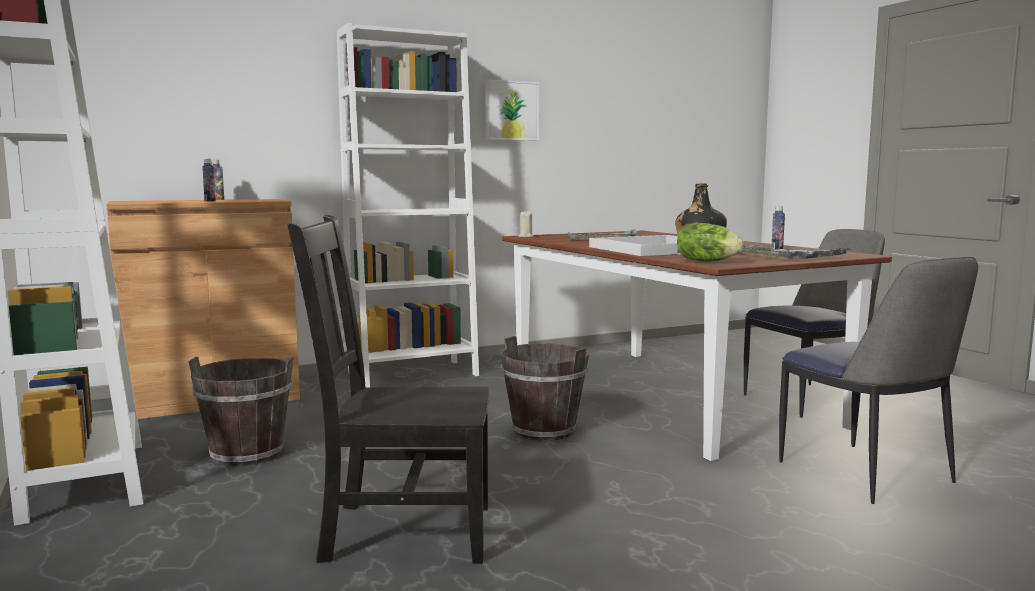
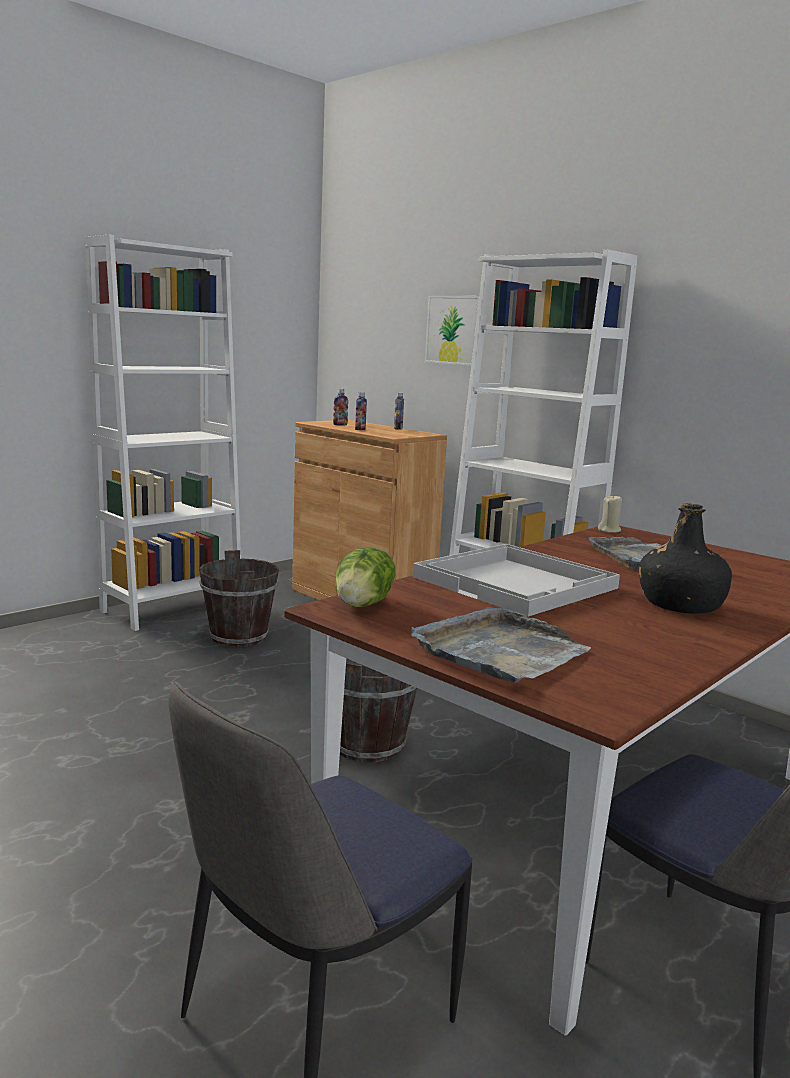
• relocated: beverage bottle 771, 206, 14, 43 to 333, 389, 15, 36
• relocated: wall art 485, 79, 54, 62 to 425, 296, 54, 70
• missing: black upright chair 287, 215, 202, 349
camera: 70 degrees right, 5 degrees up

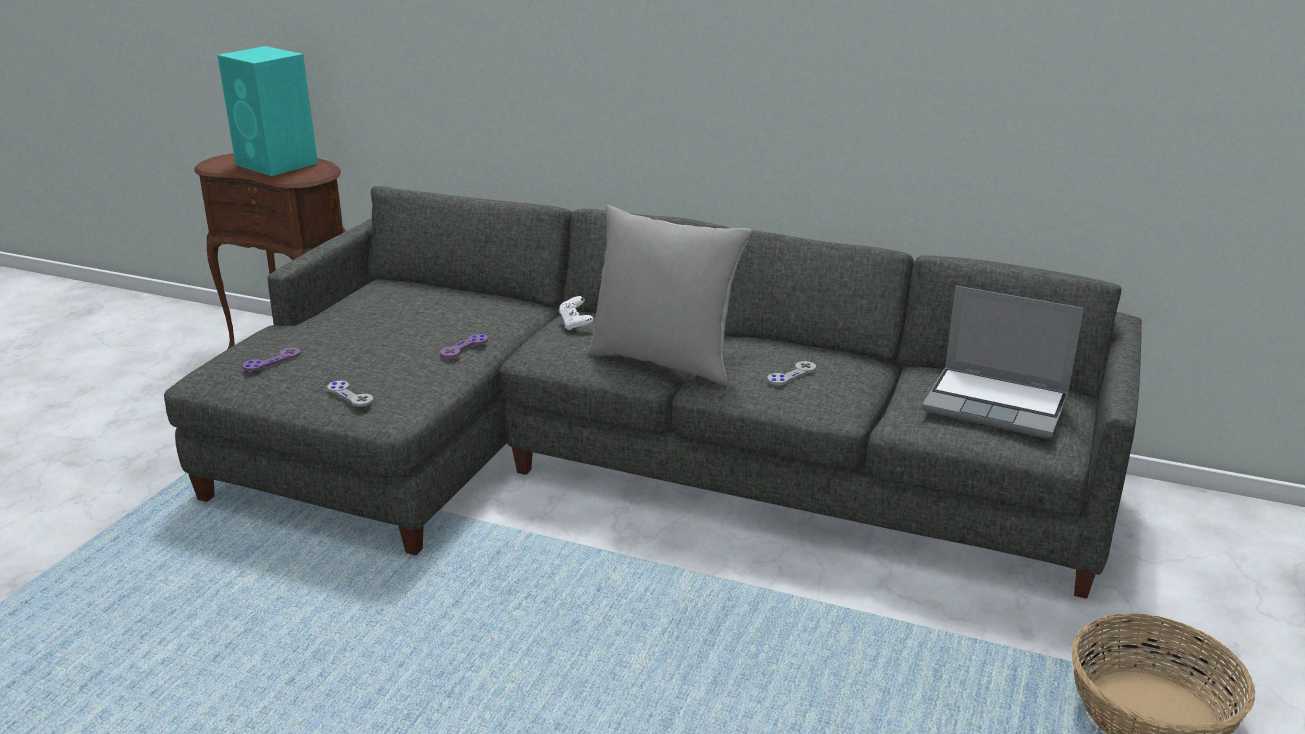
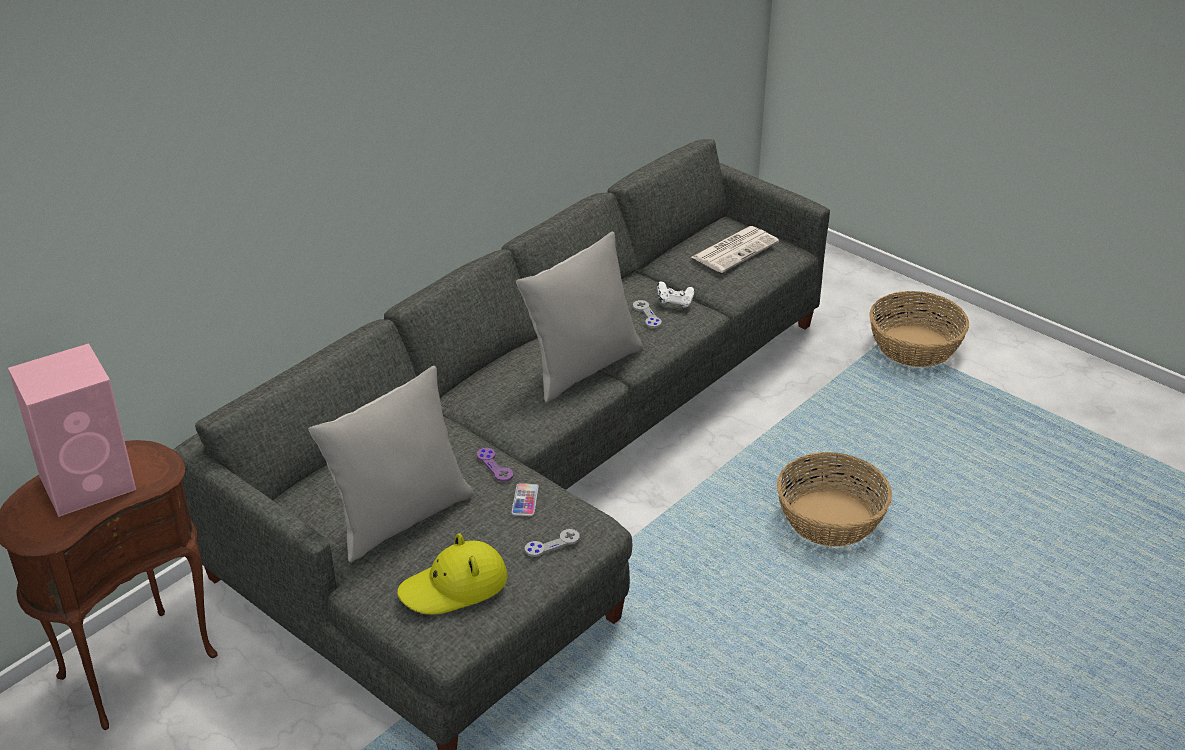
• colour: turquoise speaker 217, 46, 101, 130 to pinkish speaker 8, 343, 128, 174
• appeared: grey throw pillow 308, 366, 166, 196
• exchanged: purple joypad 243, 347, 58, 24 to yellow-coloured clothing hat 397, 533, 111, 82
• appeared: phone 511, 483, 28, 33
• relocated: whitish joypad 559, 296, 34, 34 to 657, 281, 37, 27
• exchanged: portable computer 922, 286, 162, 152 to newspaper 692, 226, 87, 47
• appeared: storage basket 777, 452, 115, 95
camera: 70 degrees left, 10 degrees up

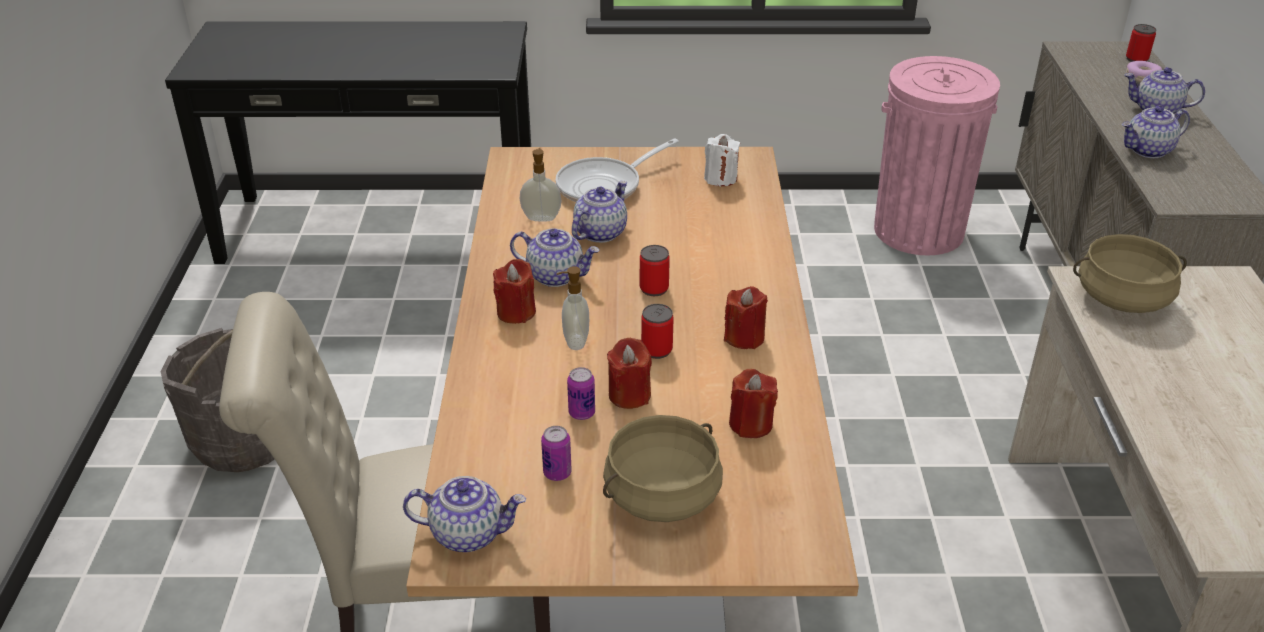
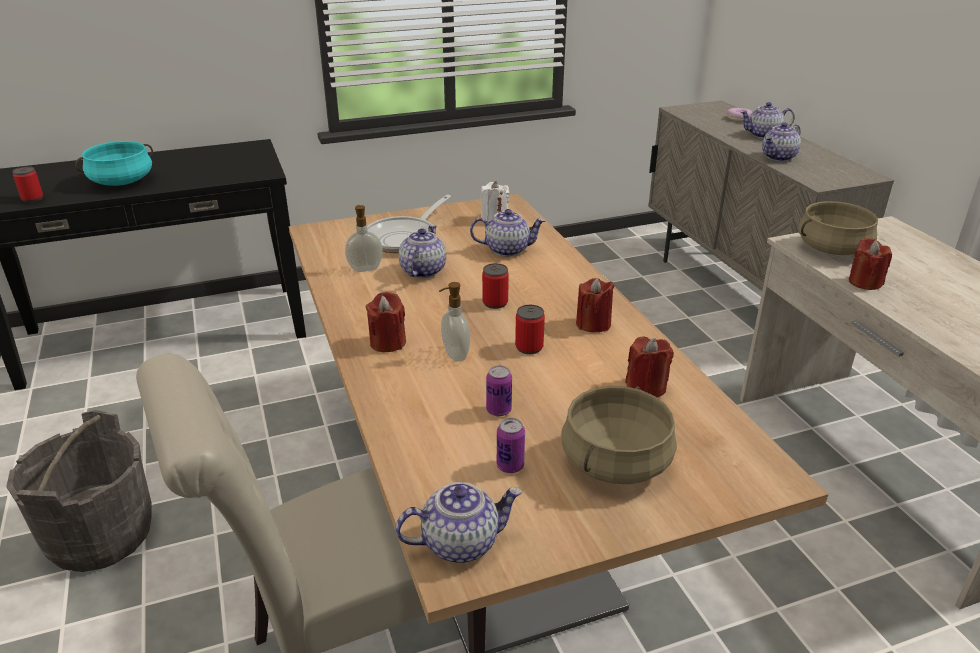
• relocated: metal can 1126, 24, 30, 38 to 12, 166, 31, 37
• appeared: turquoise cooking pot 75, 141, 78, 45
• relocated: tea pot 510, 228, 90, 59 to 470, 209, 76, 48
• relocated: red candle 607, 338, 45, 71 to 849, 238, 43, 52
• missing: pinkish trash can 874, 56, 126, 199
camera: 20 degrees left, 5 degrees down

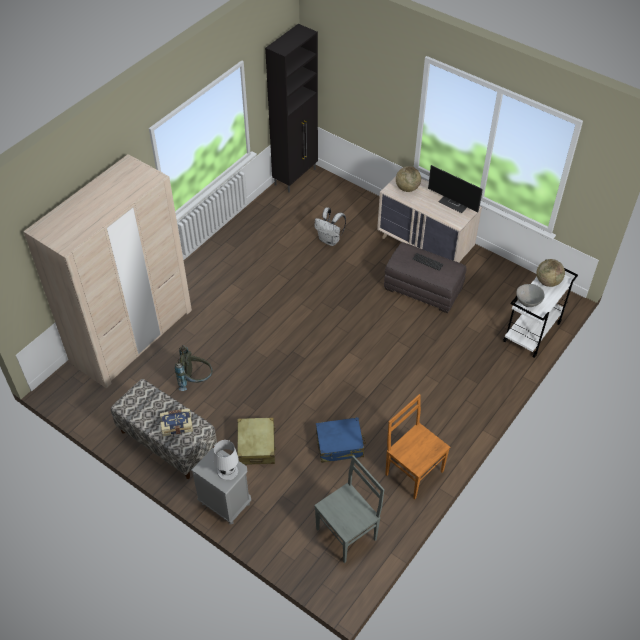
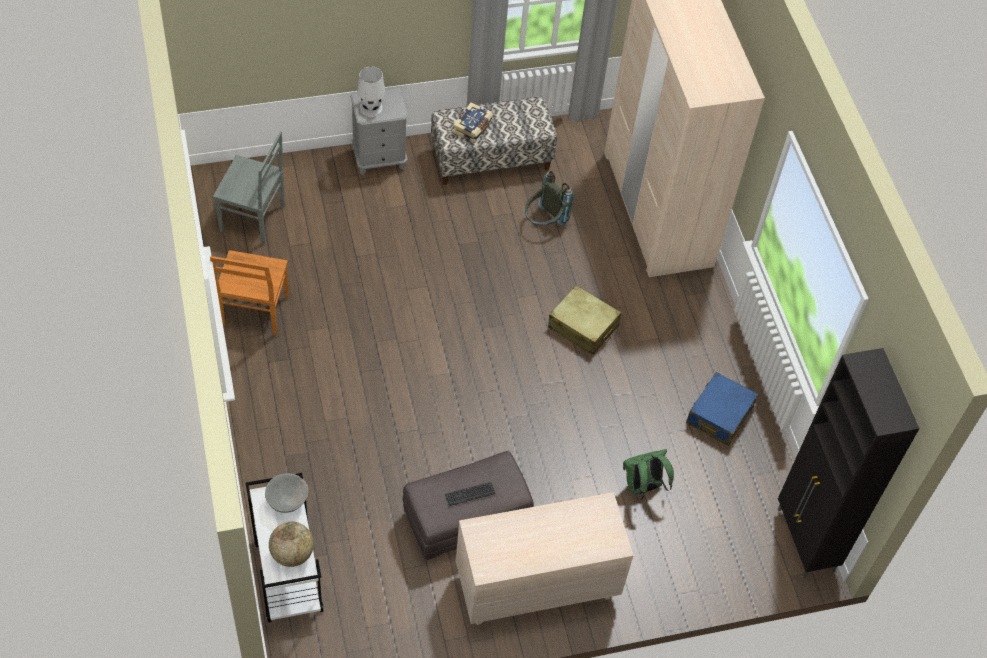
• spun: brown-coloured upright chair 385, 394, 65, 105 = 210, 250, 79, 86 105 degrees clockwise
• spun: grey upright chair 314, 455, 70, 108 = 213, 131, 72, 114 75 degrees counterclockwise
• relocated: beige piece of luggage 237, 417, 39, 48 to 548, 285, 73, 70
• colour: whitish rucksack 314, 207, 32, 39 to green rucksack 623, 449, 51, 51
• relocated: blue piece of luggage 316, 417, 50, 46 to 686, 372, 72, 74
• missing: globe 396, 166, 25, 26
• missing: computer screen 428, 165, 55, 48
camera: 125 degrees right, 5 degrees up

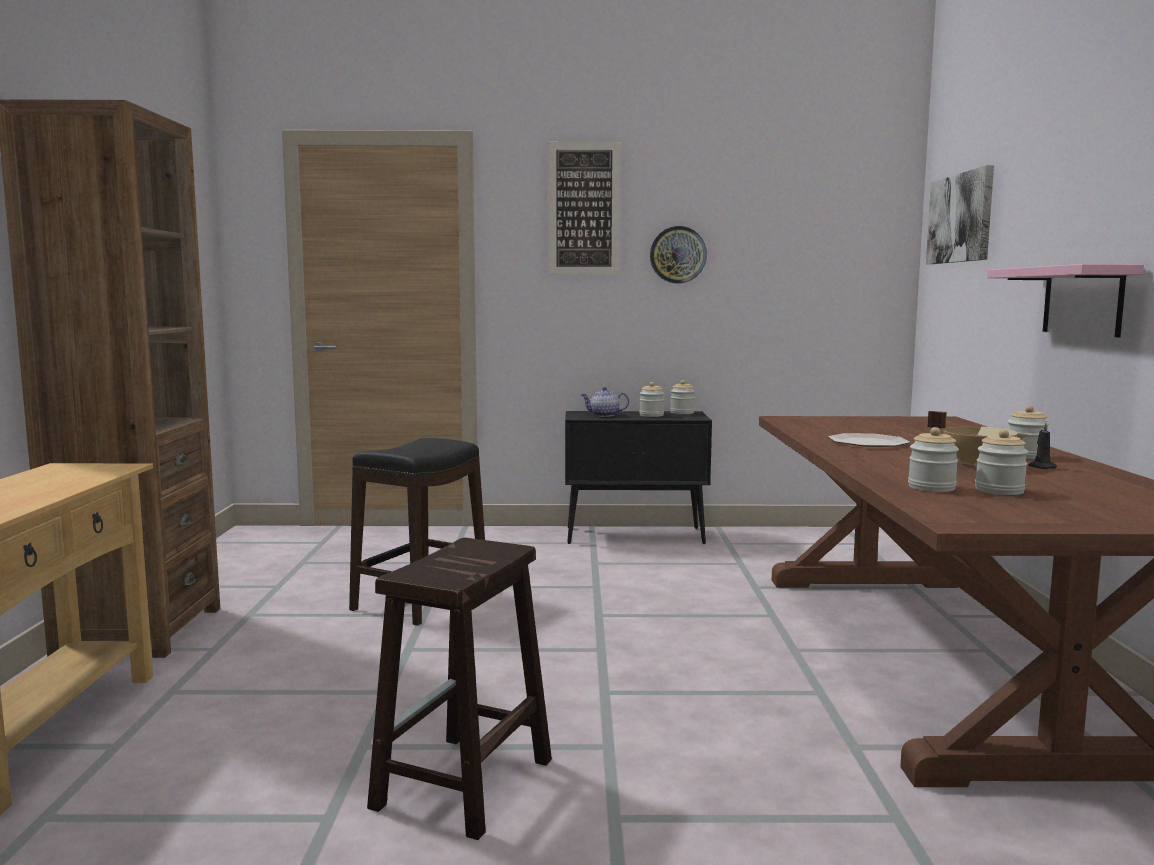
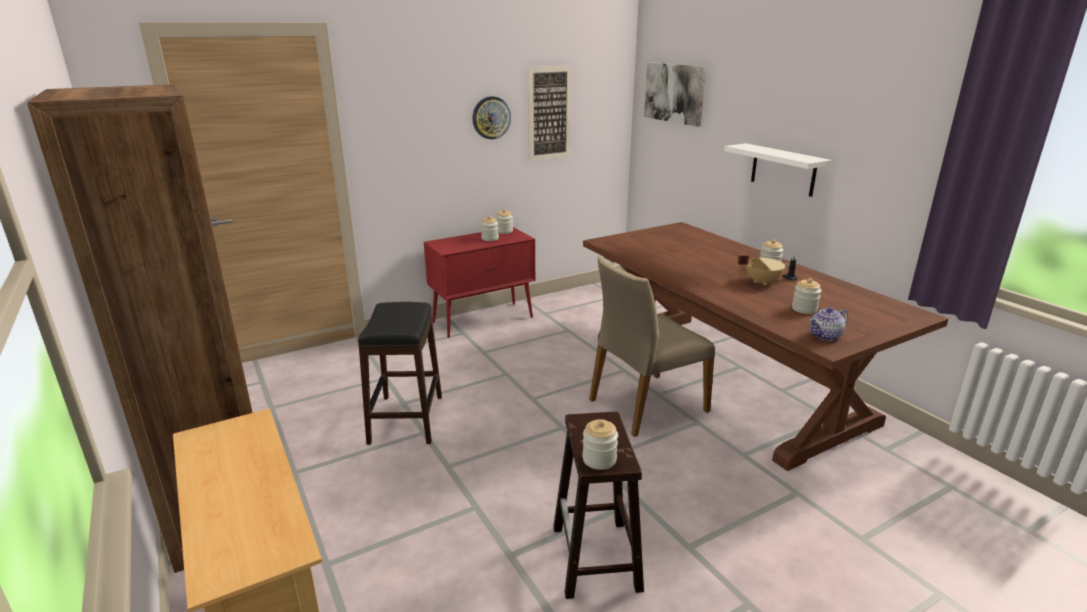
• colour: black cabinet 565, 411, 147, 133 to red cabinet 424, 227, 111, 111
• relocated: wall art 548, 142, 73, 133 to 527, 66, 45, 95
• relocated: preserve jar 908, 427, 51, 65 to 582, 419, 36, 51
• appeared: beige upright chair 589, 256, 126, 181
• colour: pinkish bracket shelf 987, 264, 157, 73 to whitish bracket shelf 724, 143, 108, 54
• relocated: tea pot 581, 387, 48, 30 to 809, 307, 39, 34
• missing: flat dish 828, 433, 82, 14
camera: 30 degrees left, 15 degrees up

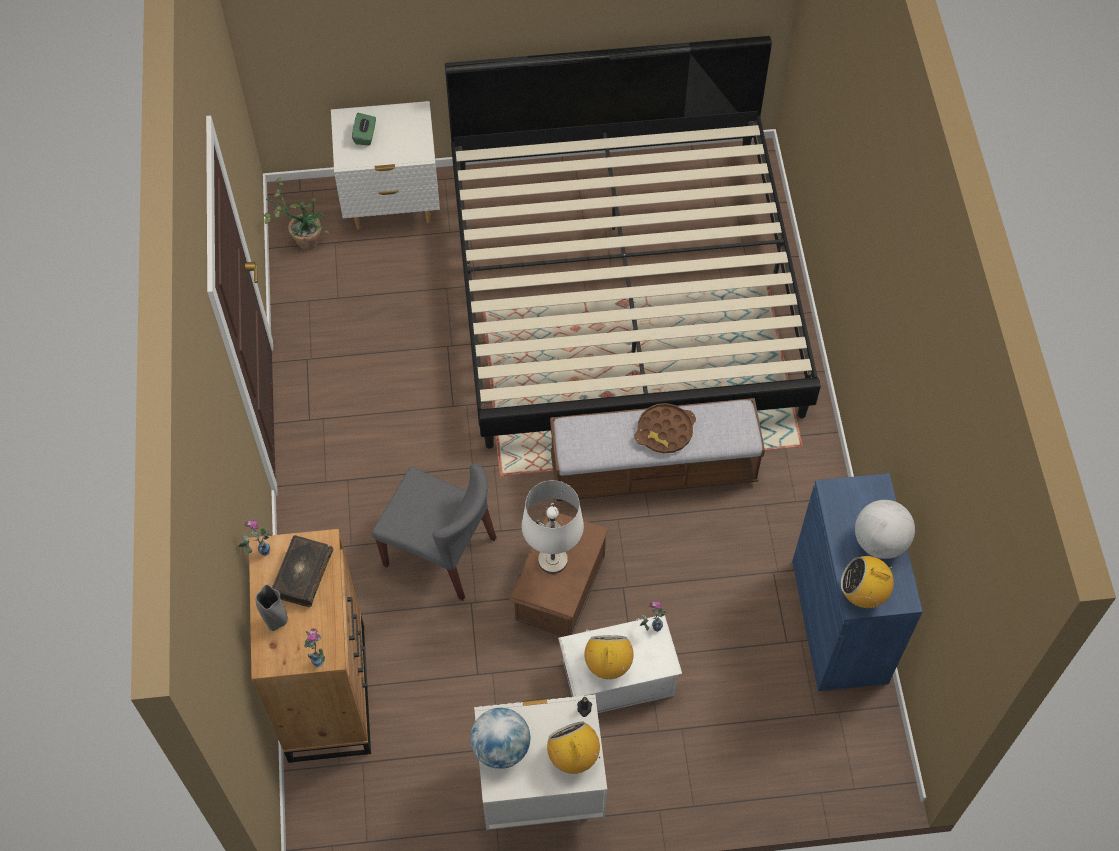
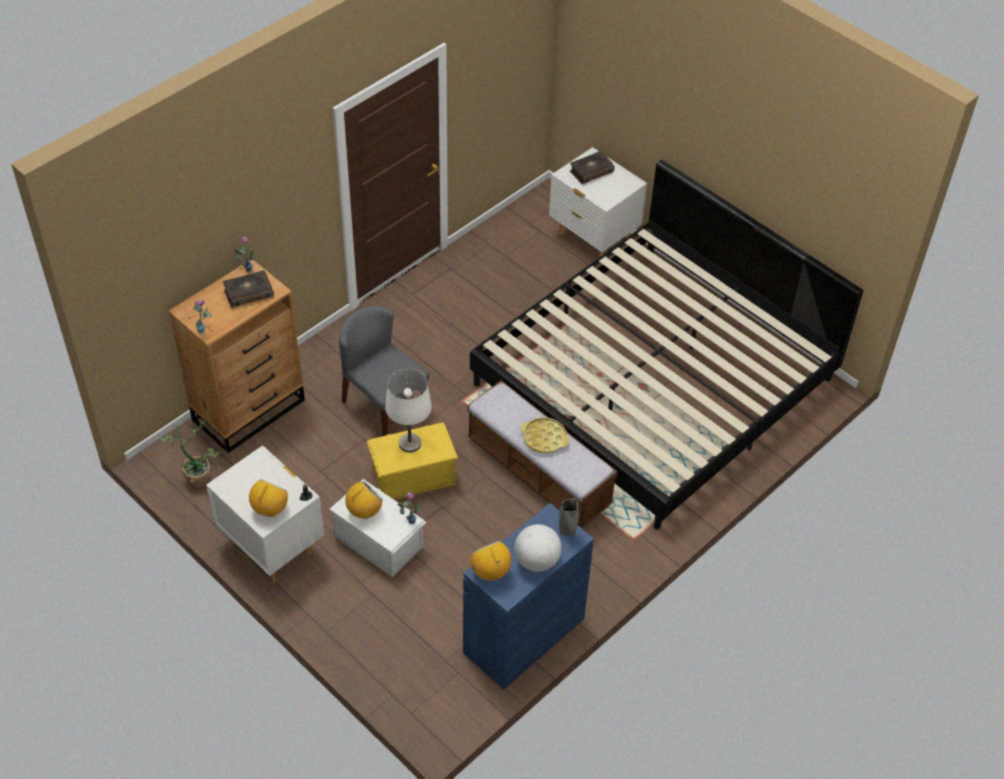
• relocated: potted plant 264, 178, 65, 72 to 159, 421, 62, 67
• spun: grey upright chair 372, 463, 124, 138 = 339, 306, 90, 130 150 degrees clockwise
• colour: brown-coloured storage container 509, 513, 100, 124 to yellow-coloured storage container 367, 422, 91, 78
• colour: brown-coloured serving tray 635, 403, 61, 51 to yellow-coloured serving tray 521, 417, 49, 37
• relocated: grey decorative vase 256, 584, 32, 47 to 559, 498, 19, 39
• exchanged: green tissue box 352, 113, 24, 33 to bound book 570, 151, 45, 33
• missing: globe 470, 708, 60, 61
camera: 50 degrees right, 10 degrees down

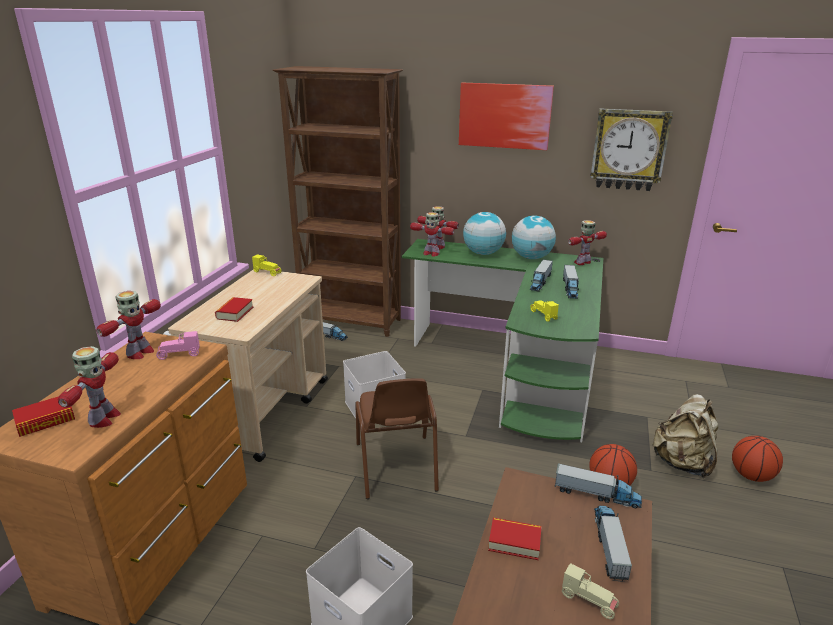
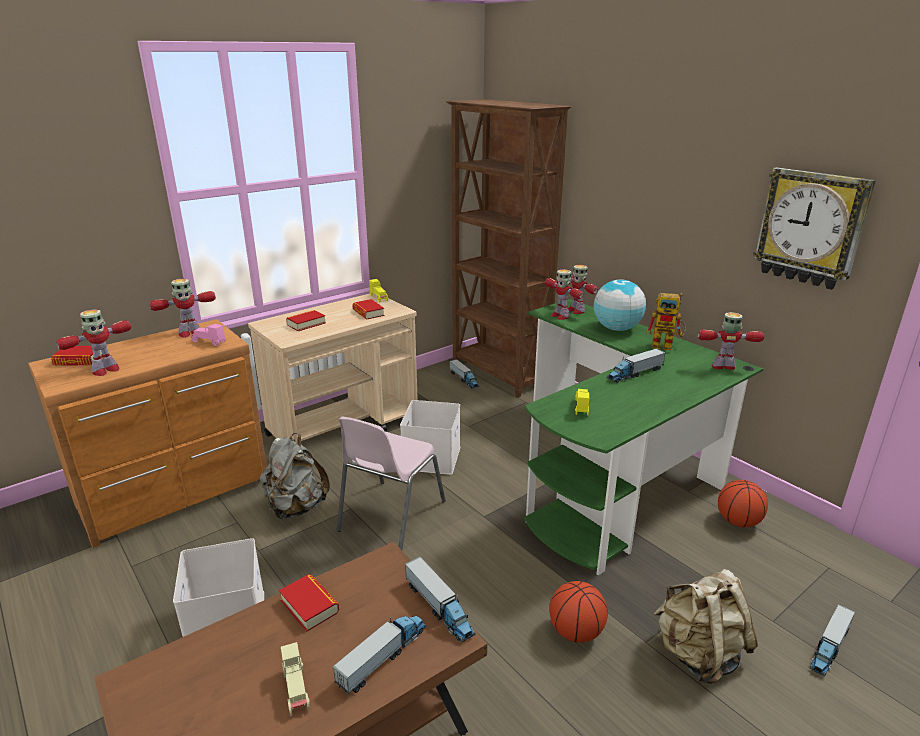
• appeared: grey rucksack 259, 433, 71, 87
• colour: brown-coloured upright chair 355, 378, 84, 121 to pinkish upright chair 337, 416, 109, 134
• appeared: bound book 352, 299, 33, 21
• exchanged: globe 512, 215, 44, 44 to toy robot 646, 293, 40, 57
• relocated: ball for basketball 732, 436, 51, 46 to 718, 480, 50, 47
• relocated: model truck 563, 265, 16, 34 to 809, 604, 46, 73
• missing: wall art 459, 83, 95, 67
camera: 35 degrees right, 0 degrees up

